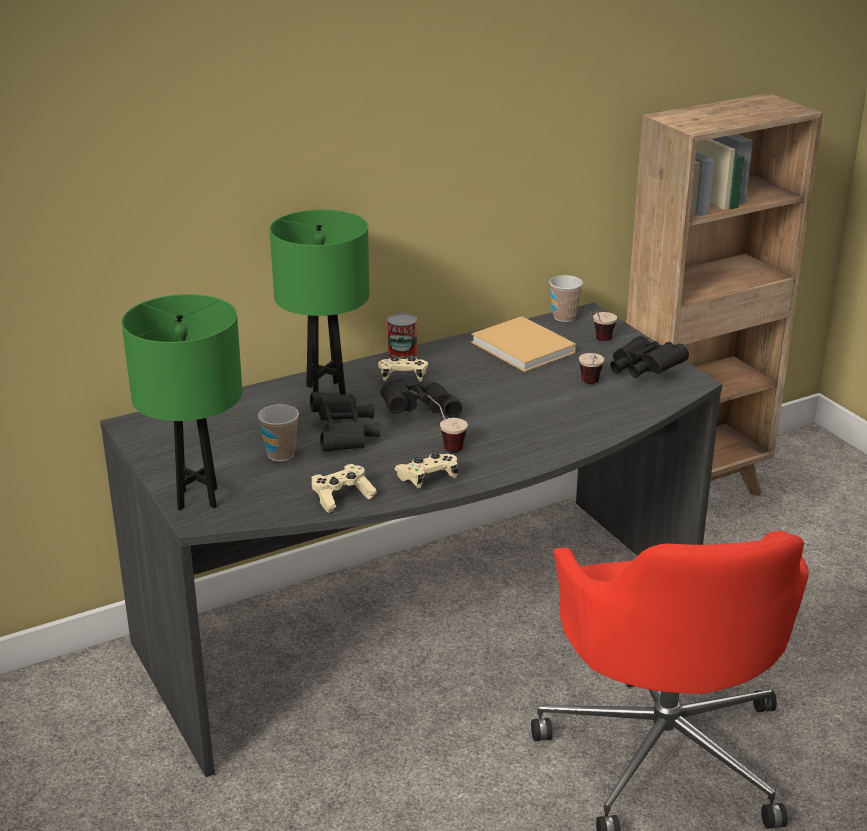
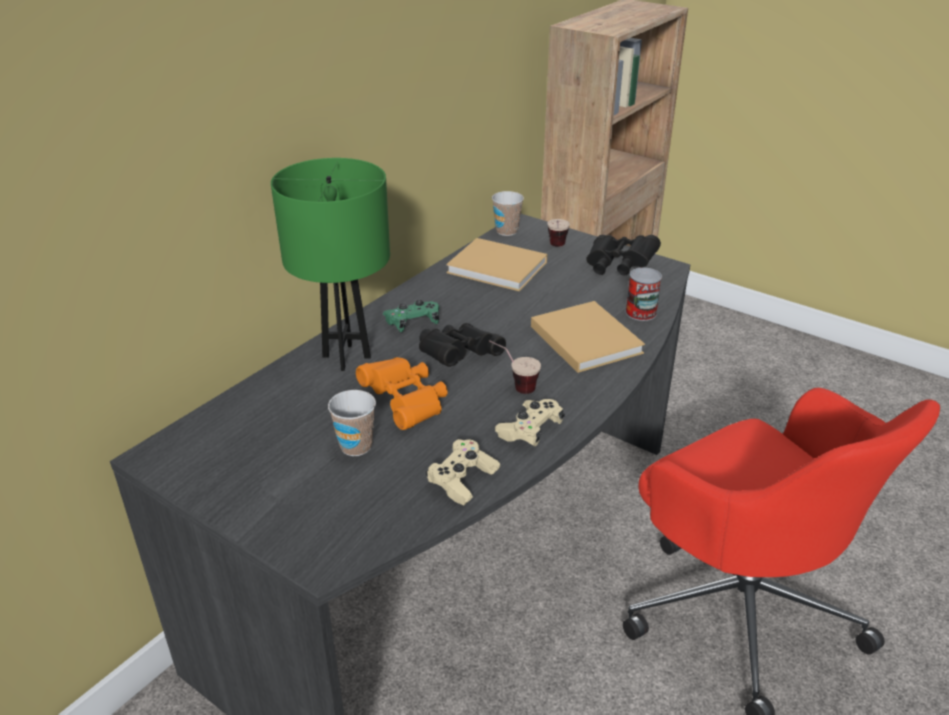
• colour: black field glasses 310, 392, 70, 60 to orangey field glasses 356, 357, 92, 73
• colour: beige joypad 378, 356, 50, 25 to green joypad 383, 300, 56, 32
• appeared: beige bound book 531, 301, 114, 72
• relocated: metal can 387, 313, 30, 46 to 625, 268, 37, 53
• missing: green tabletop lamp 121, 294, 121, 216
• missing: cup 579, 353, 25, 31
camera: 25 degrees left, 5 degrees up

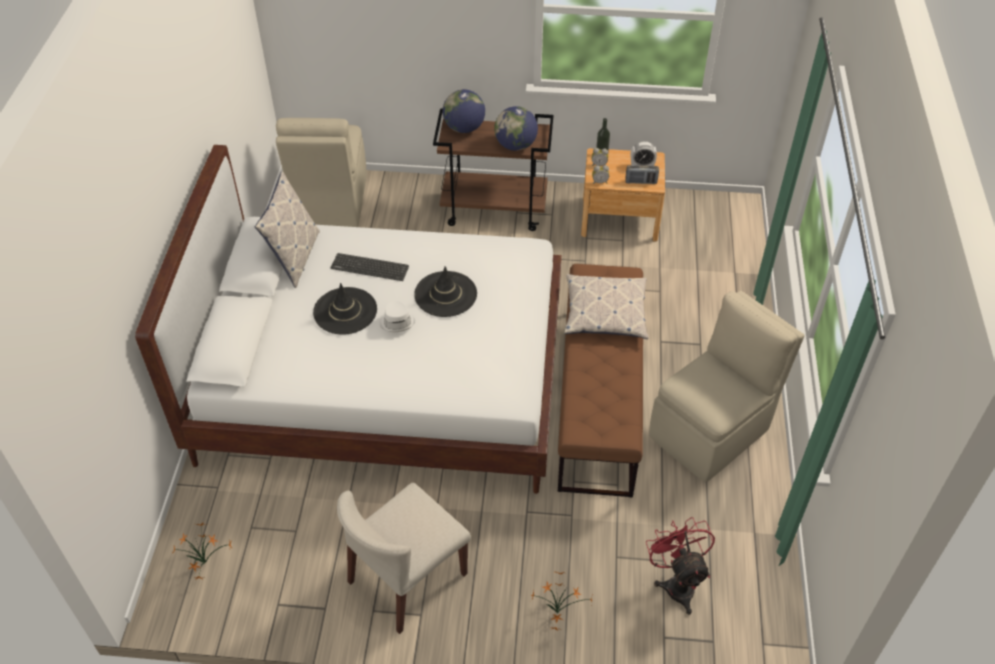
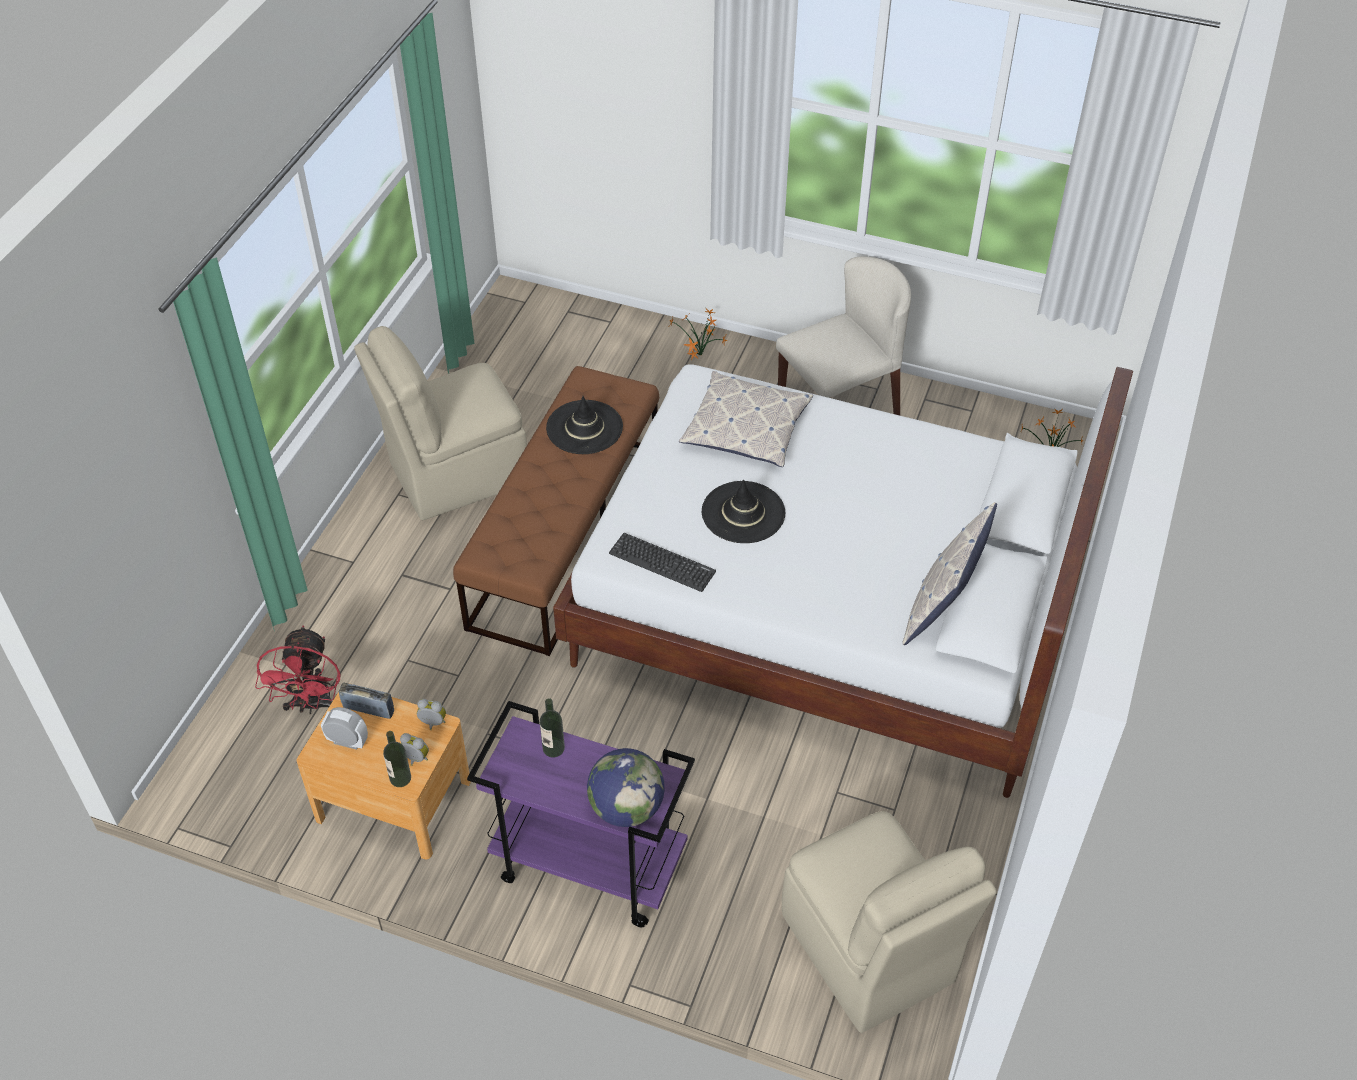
• relocated: red electric fan 646, 517, 69, 98 to 255, 625, 85, 89
• colour: brown-coloured cart 433, 109, 121, 122 to purple cart 467, 701, 228, 226
• exchanged: globe 494, 106, 44, 45 to beverage bottle 540, 698, 25, 60
• relocated: black clothing hat 313, 283, 64, 52 to 546, 396, 77, 58
• relocated: keyboard 331, 253, 78, 28 to 609, 533, 107, 59
• relocated: throw pillow 564, 274, 84, 65 to 679, 371, 134, 96
• spun: beige upright chair 276, 118, 90, 109 = 782, 811, 215, 222 135 degrees clockwise
• missing: whitish clothing hat 380, 301, 35, 31
camera: 165 degrees left, 0 degrees up

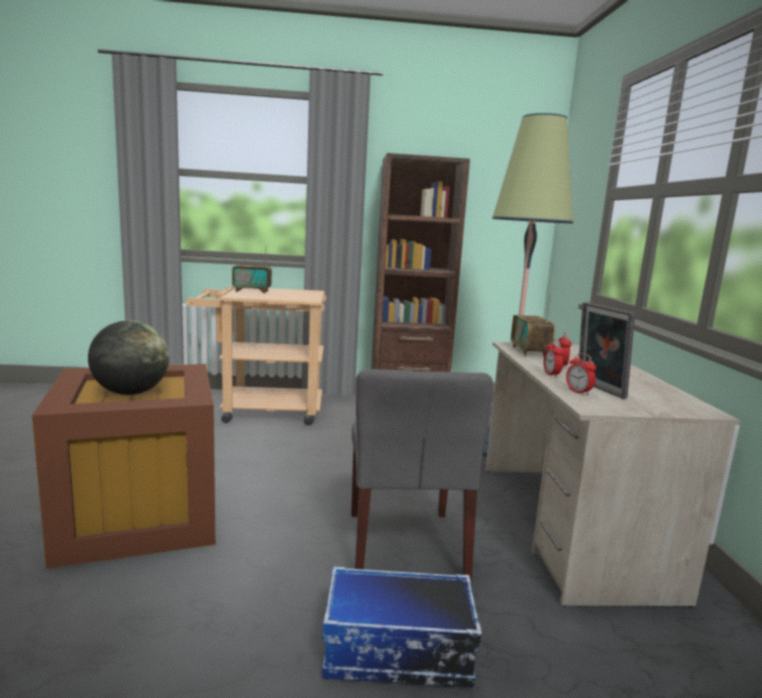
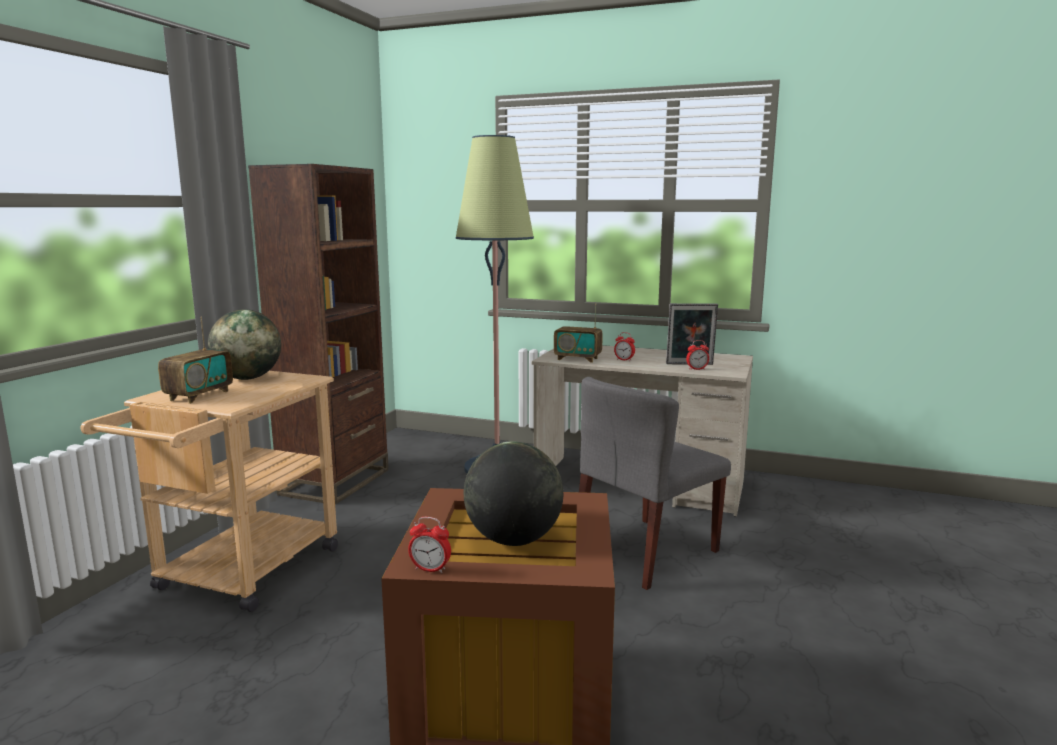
• appeared: globe 208, 309, 73, 71
• relocated: table clock 544, 339, 20, 38 to 408, 517, 43, 56
• spun: grey upright chair 351, 369, 142, 216 = 579, 377, 152, 213 120 degrees clockwise
• missing: storage container 322, 566, 160, 122
camera: 65 degrees left, 0 degrees up

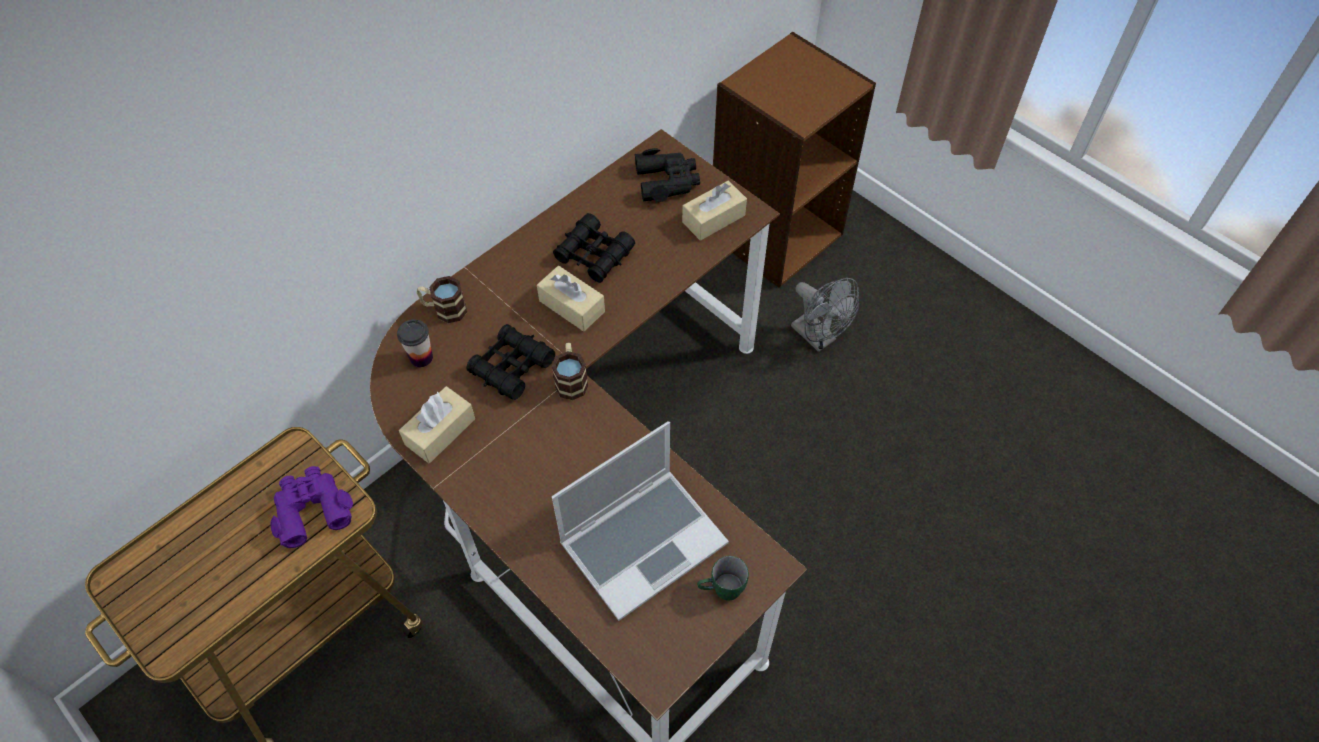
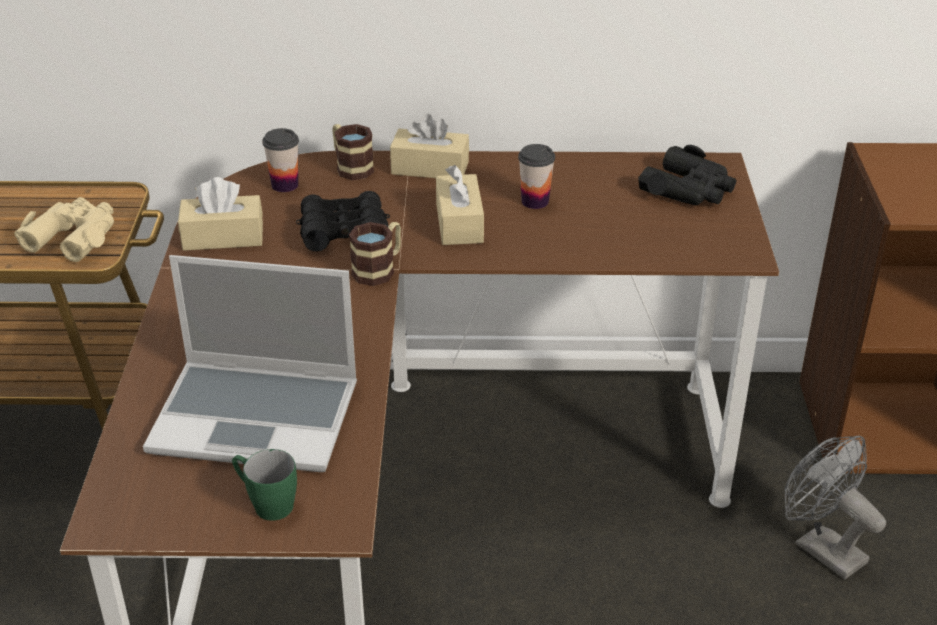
• colour: purple field glasses 271, 466, 82, 82 to beige field glasses 14, 197, 100, 65
• relocated: beige tissue box 682, 181, 65, 60 to 390, 114, 79, 64
• exchanged: black field glasses 553, 213, 82, 70 to cup 518, 144, 37, 65
• spun: grey electric fan 791, 278, 68, 74 = 784, 436, 102, 144 135 degrees clockwise
camera: 45 degrees right, 20 degrees down

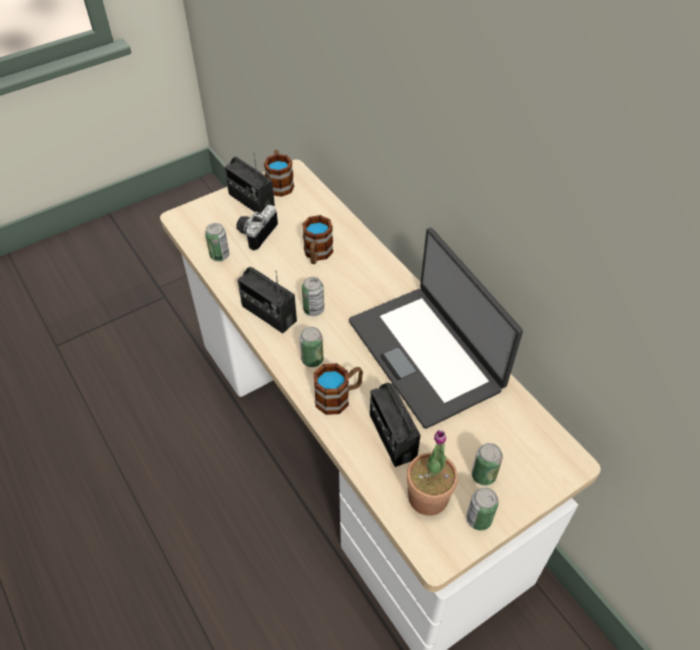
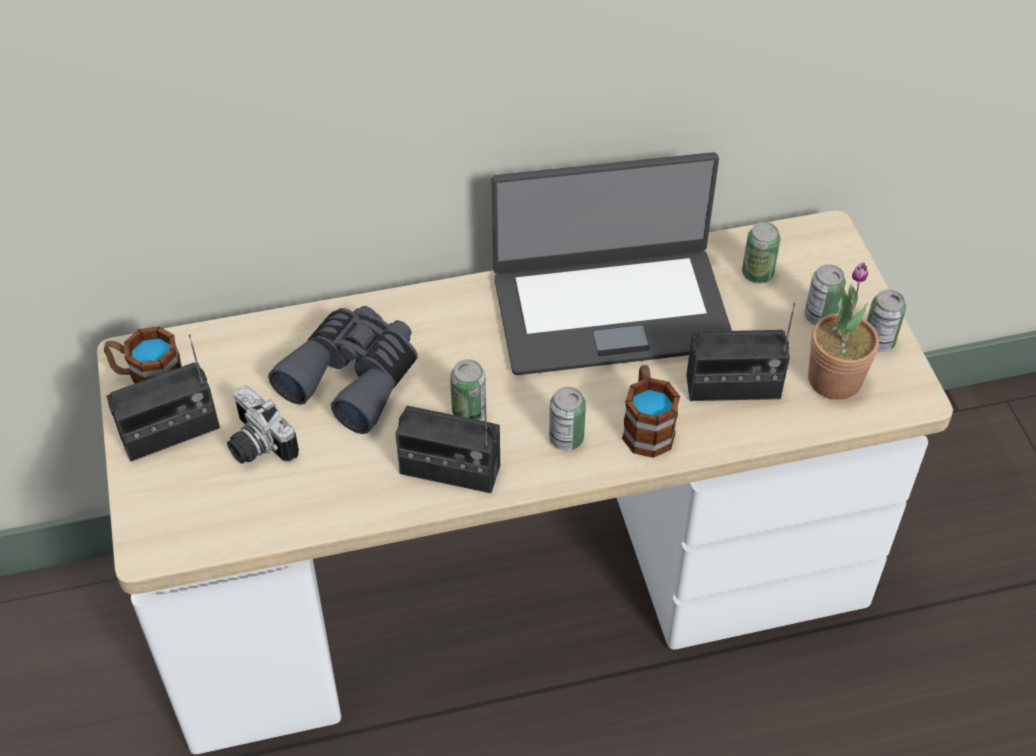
• exchanged: tea mug 302, 215, 31, 49 to grey field glasses 268, 306, 150, 128
• spun: radio receiver 237, 267, 60, 67 = 395, 398, 105, 95 45 degrees clockwise
• relocated: metal can 205, 223, 24, 38 to 742, 222, 38, 61
camera: 70 degrees left, 0 degrees up

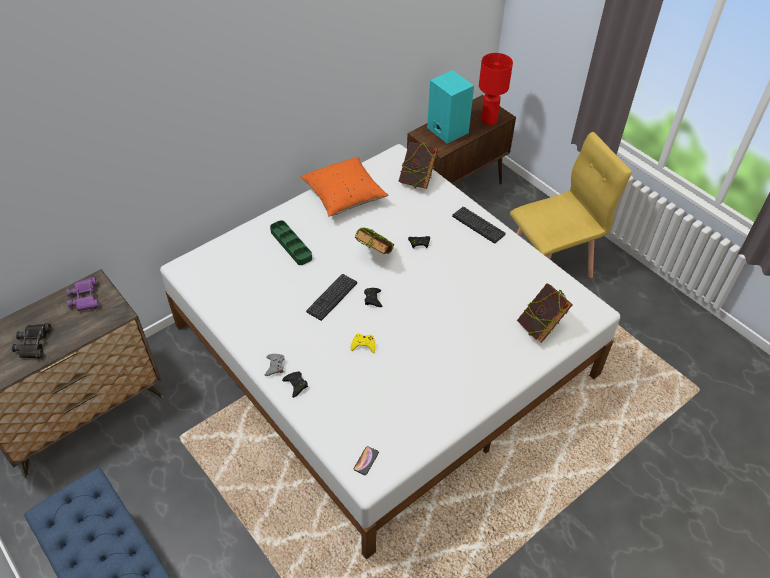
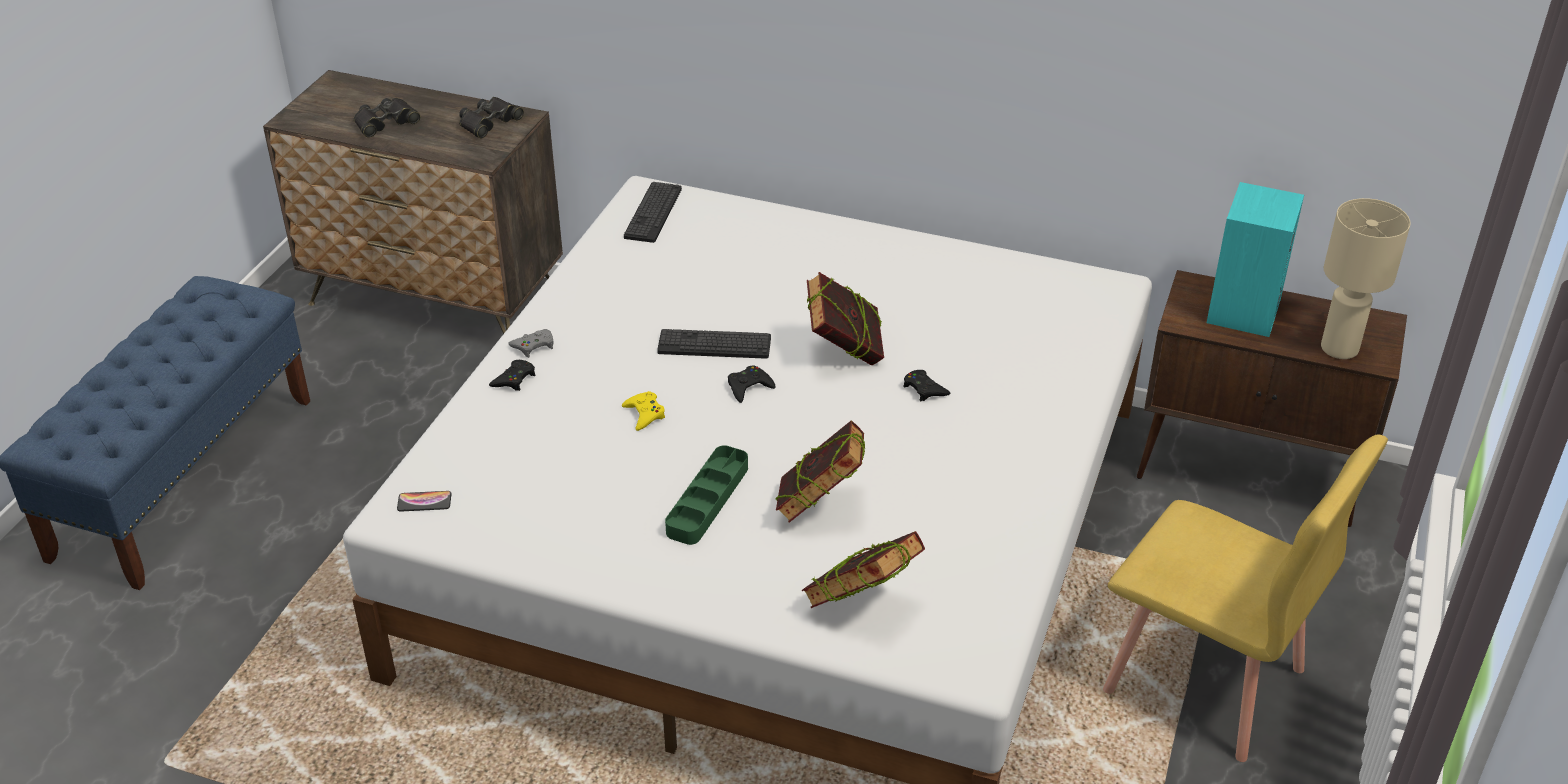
• colour: purple field glasses 67, 277, 32, 34 to black field glasses 459, 97, 65, 42
• relocated: keyboard 452, 207, 54, 37 to 624, 182, 58, 61
• relocated: green serving tray 270, 220, 42, 45 to 665, 445, 83, 100
• relocated: bound book 398, 142, 40, 47 to 775, 420, 90, 103
• colour: red tabletop lamp 479, 53, 34, 72 to beige tabletop lamp 1321, 198, 90, 161
• missing: orangey throw pillow 301, 157, 87, 60
camera: 60 degrees right, 10 degrees down

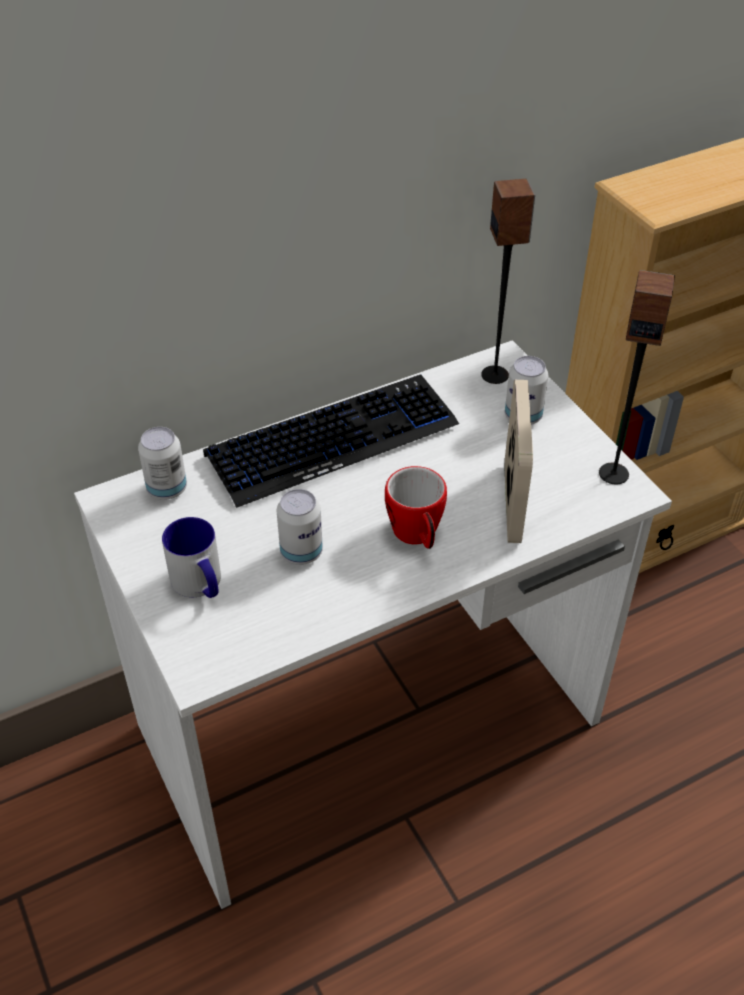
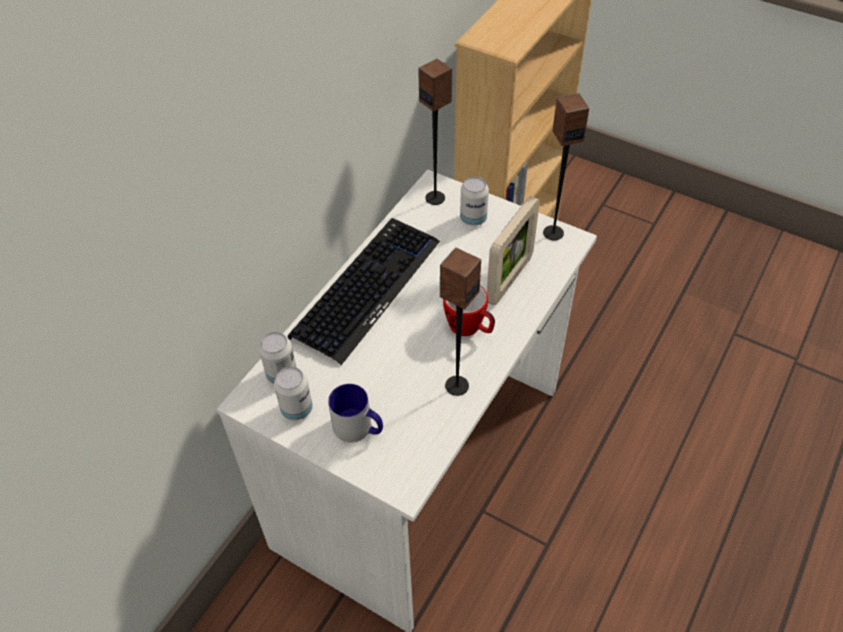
• relocated: metal can 277, 489, 46, 76 to 274, 367, 39, 54
• appeared: speaker 440, 248, 41, 148
• spun: photo frame 505, 380, 28, 163 = 487, 196, 53, 110 60 degrees clockwise
camera: 30 degrees left, 5 degrees up

